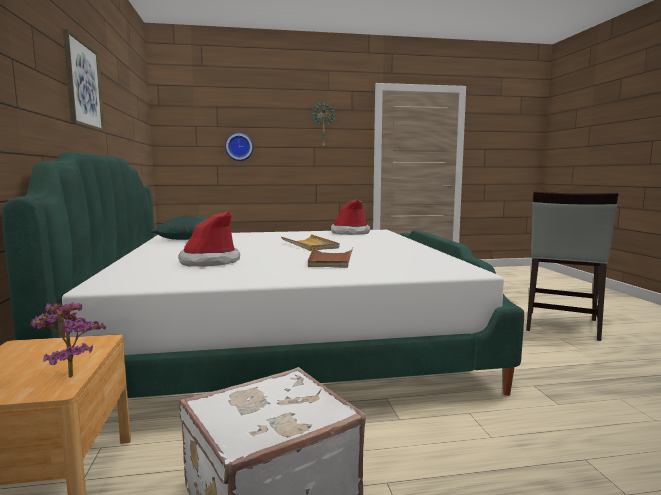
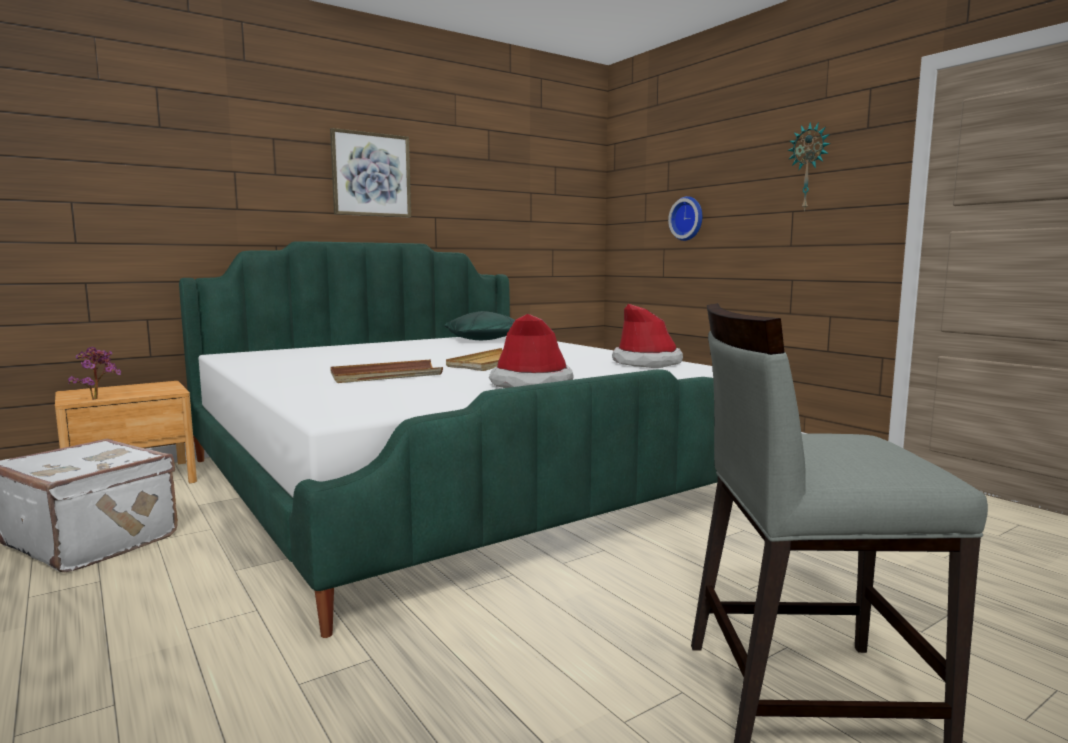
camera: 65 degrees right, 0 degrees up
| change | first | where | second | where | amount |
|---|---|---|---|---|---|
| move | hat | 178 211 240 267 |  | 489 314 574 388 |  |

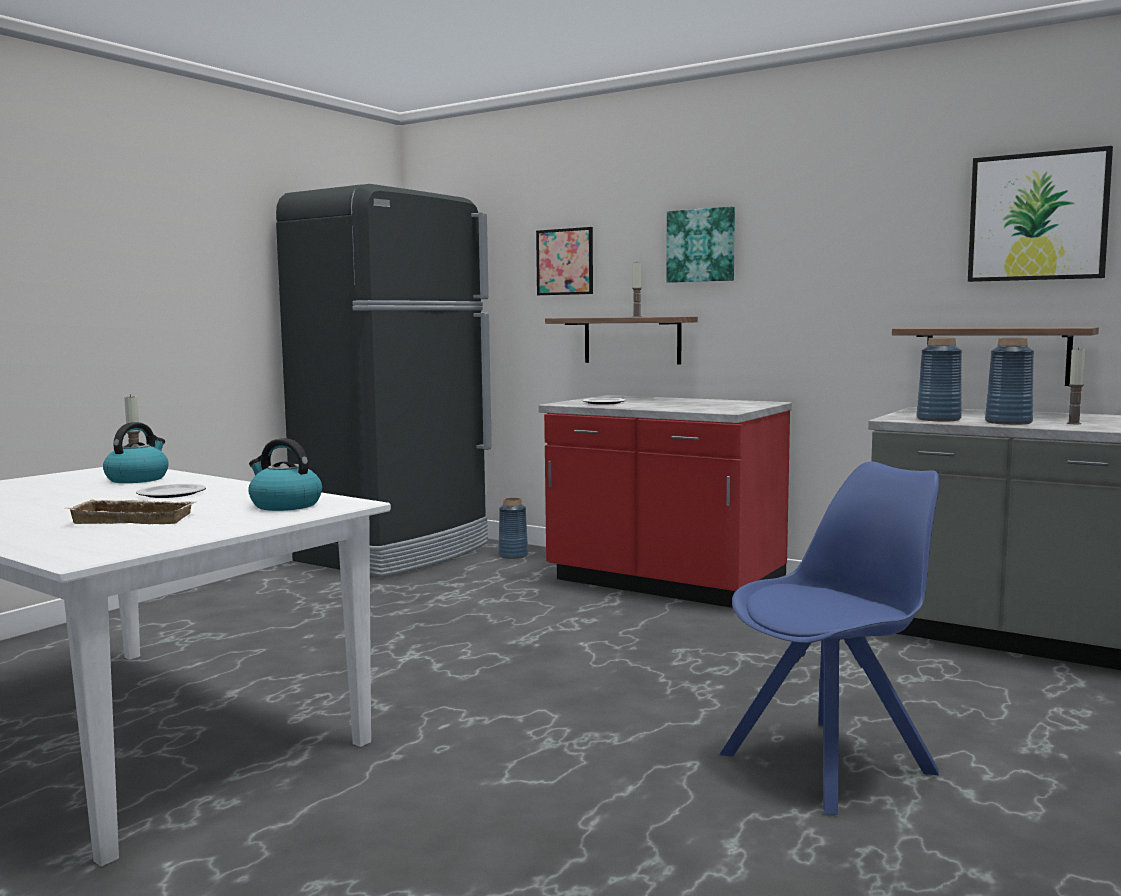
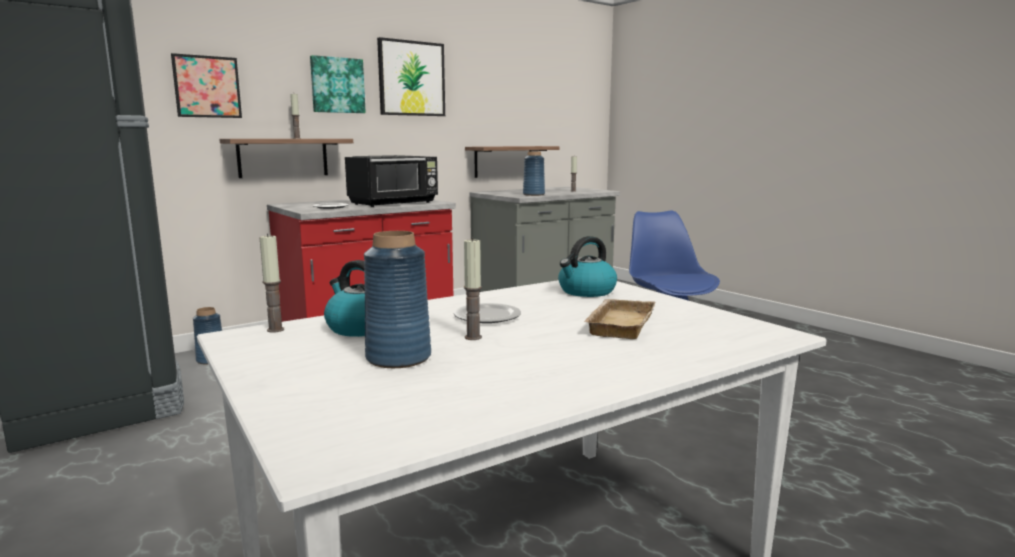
camera: 70 degrees left, 5 degrees up
| change | first | where | second | where | amount |
|---|---|---|---|---|---|
| move | wall art | 968 146 1113 282 |  | 377 37 445 116 |  |
| move | decorative vase (blue-coloured) | 985 338 1034 425 |  | 364 231 431 368 |  |
| insert |  |  | microwave oven (black) | 345 155 438 207 |  |
| insert |  |  | candle | 464 238 482 340 |  |

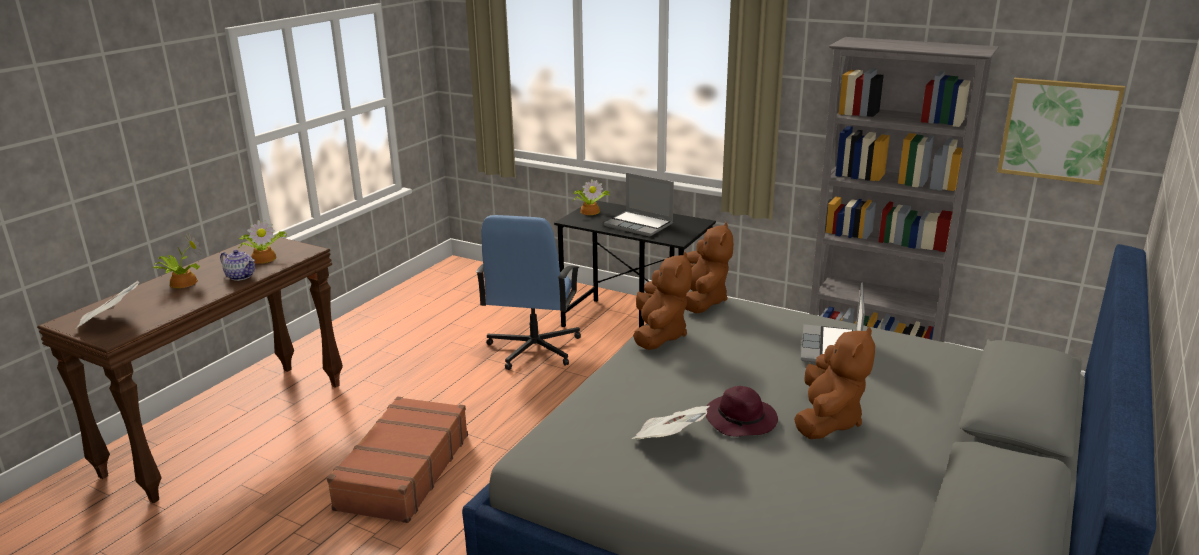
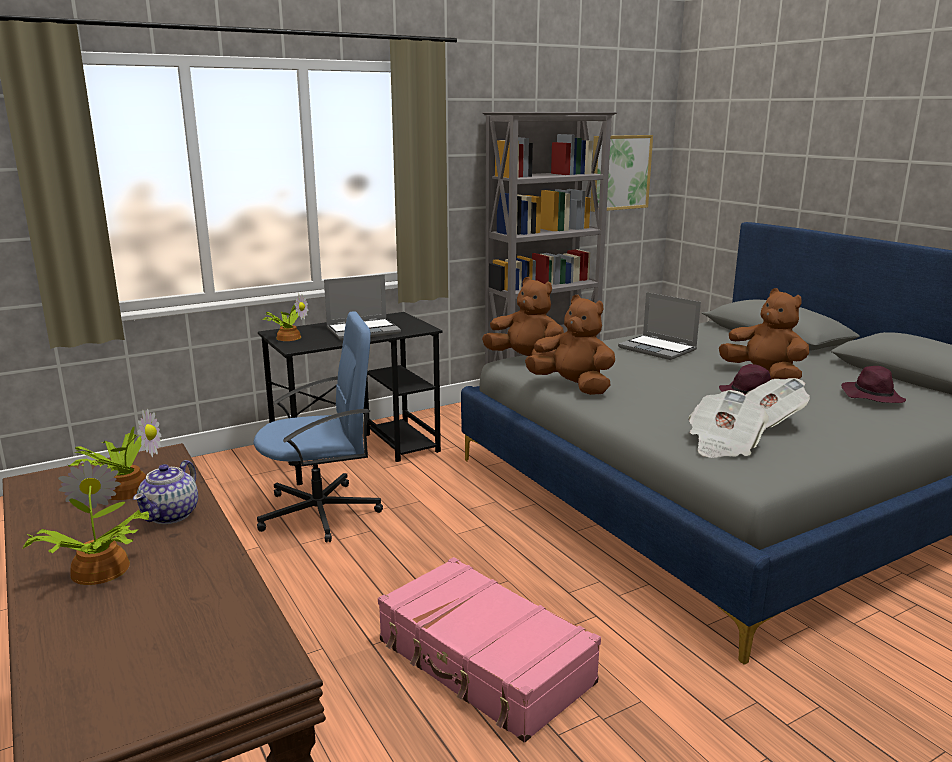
camera: 60 degrees left, 5 degrees down
| change | first | where | second | where | amount |
|---|---|---|---|---|---|
| rotate | desk chair (blue-coloured) | 476 215 581 370 |  | 253 311 383 542 | 60 degrees counterclockwise |
| rotate | teapot | 220 250 255 281 |  | 133 460 198 524 | 135 degrees clockwise |
| move | newspaper | 75 282 139 329 |  | 688 390 769 458 |  |
| recolor | suitcase (brown-coloured) | 327 396 468 523 | suitcase (pinkish) | 378 557 601 743 |  |
| insert |  |  | hat (purple-coloured) | 841 366 906 403 |  |

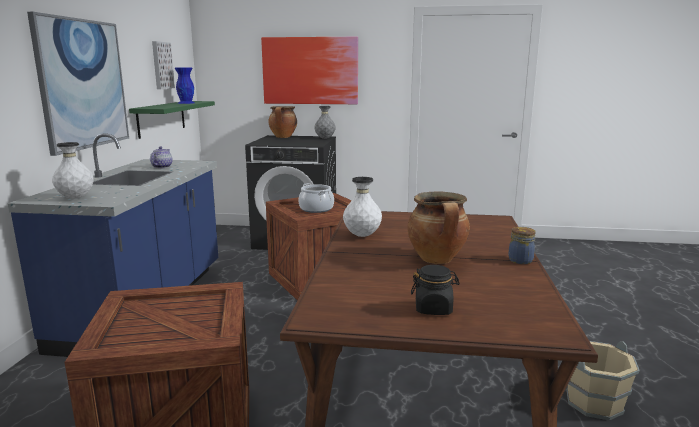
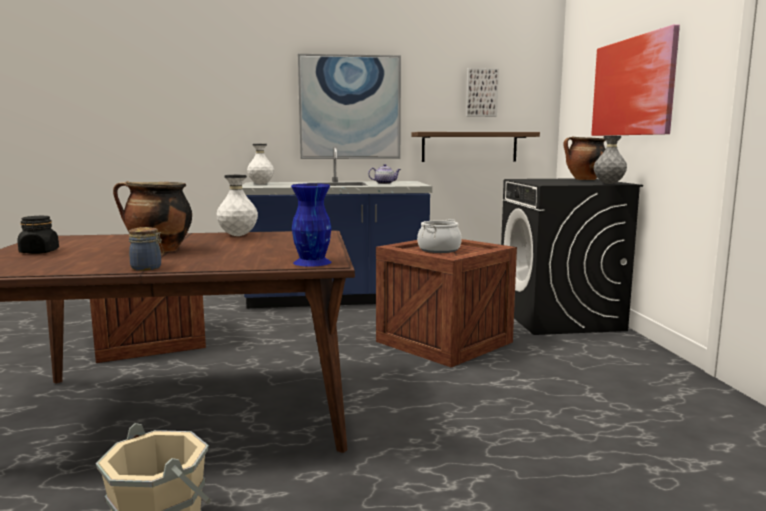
camera: 75 degrees right, 5 degrees down
| change | first | where | second | where | amount |
|---|---|---|---|---|---|
| move | decorative vase (blue-coloured) | 175 67 195 104 |  | 291 183 332 267 |  |
| recolor | wall shelf (greenish) | 129 101 215 139 | wall shelf (brown-coloured) | 411 132 540 162 |  |

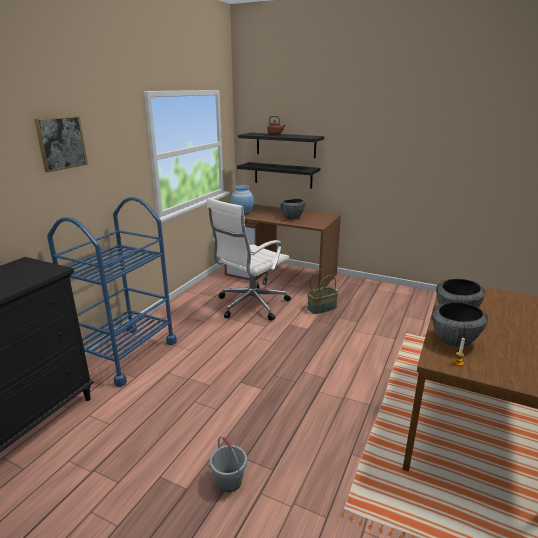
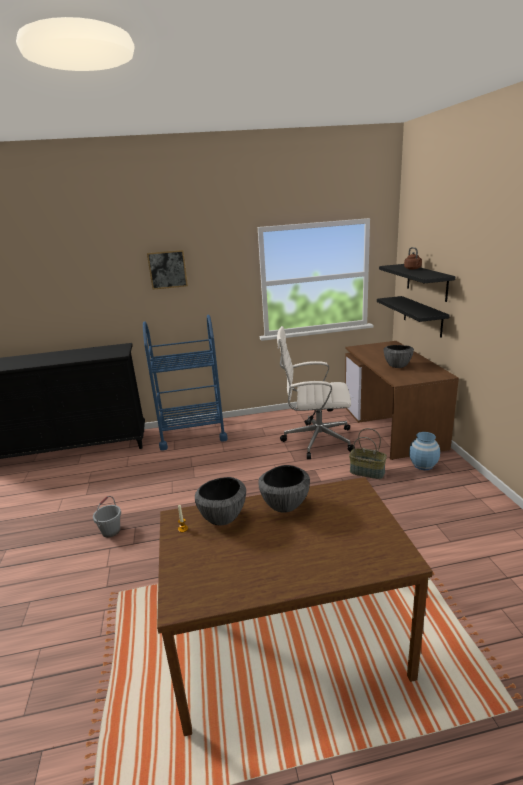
camera: 55 degrees right, 0 degrees up
| change | first | where | second | where | amount |
|---|---|---|---|---|---|
| move | decorative vase (blue-coloured) | 231 185 254 215 |  | 409 432 440 470 |  |

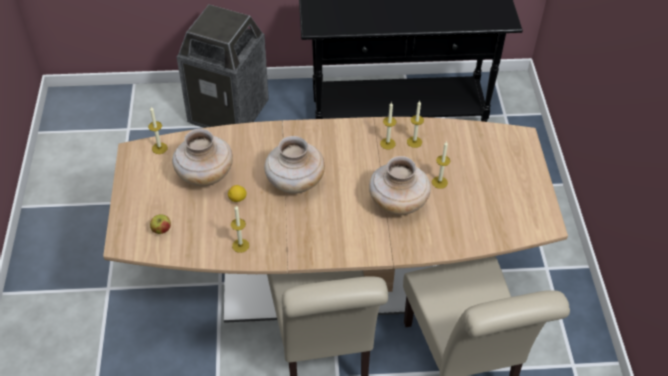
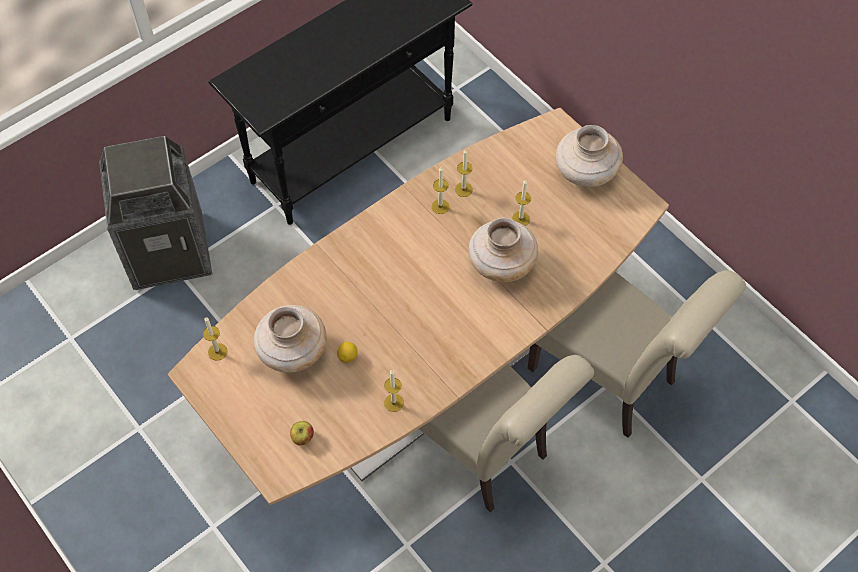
camera: 35 degrees left, 10 degrees up
| change | first | where | second | where | amount |
|---|---|---|---|---|---|
| move | decorative vase (beige-coloured) | 264 136 325 194 |  | 556 125 623 187 |  |

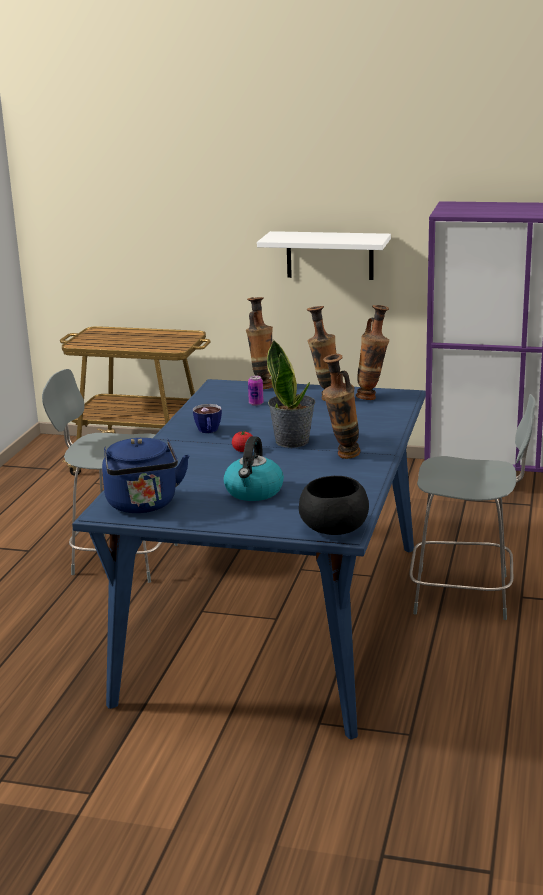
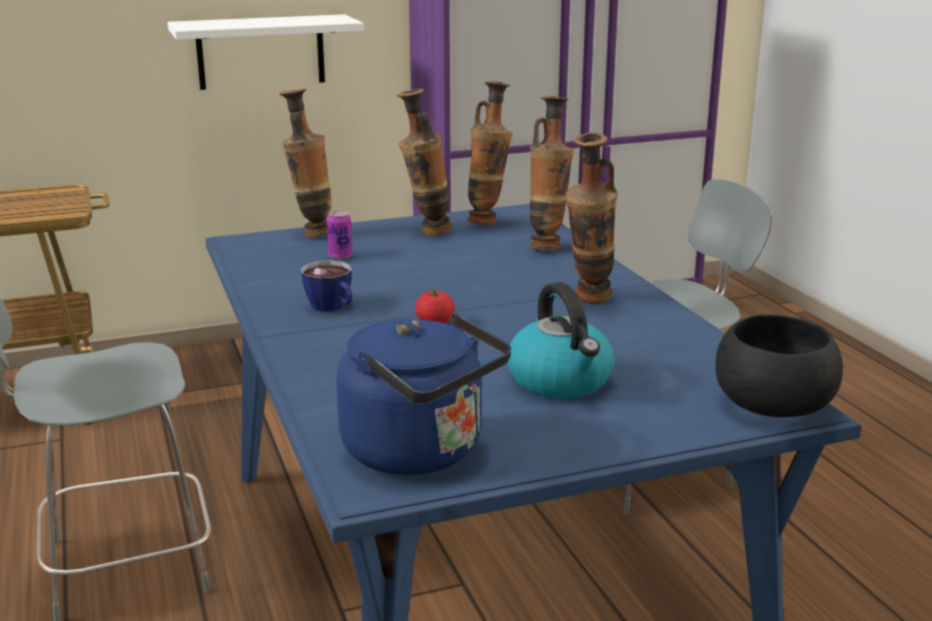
camera: 35 degrees left, 0 degrees up
| change | first | where | second | where | amount |
|---|---|---|---|---|---|
| delete | houseplant | 267 340 315 448 |  |  |  |
| insert |  |  | decorative vase | 529 96 574 250 |  |

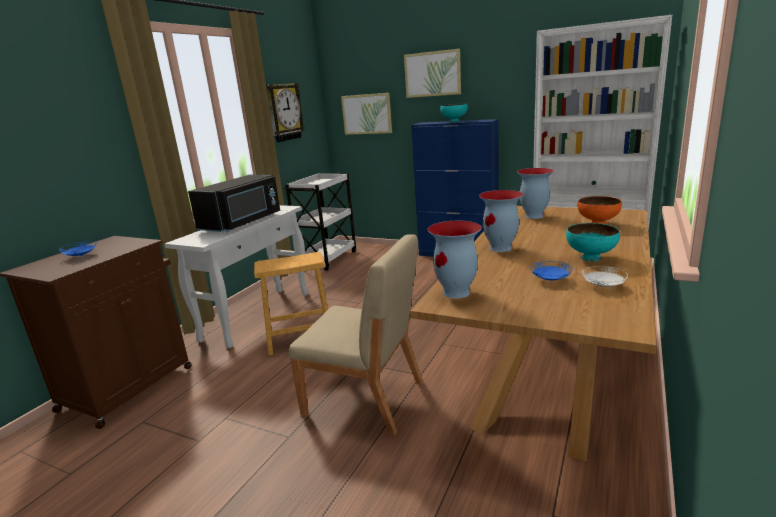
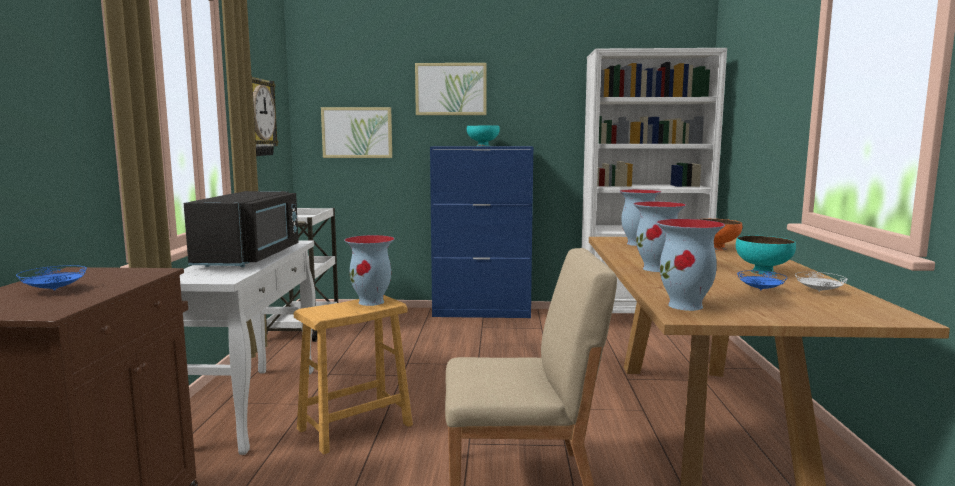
camera: 25 degrees left, 10 degrees down
| change | first | where | second | where | amount |
|---|---|---|---|---|---|
| insert |  |  | decorative vase | 344 235 394 306 |  |

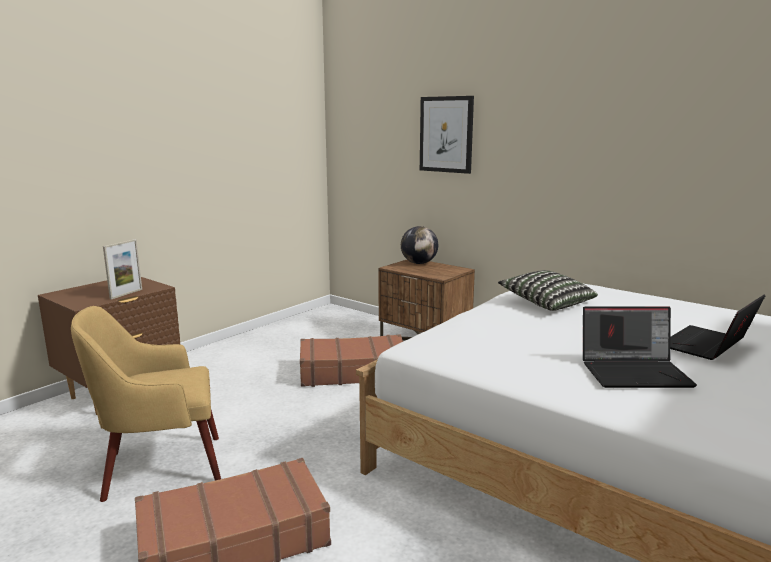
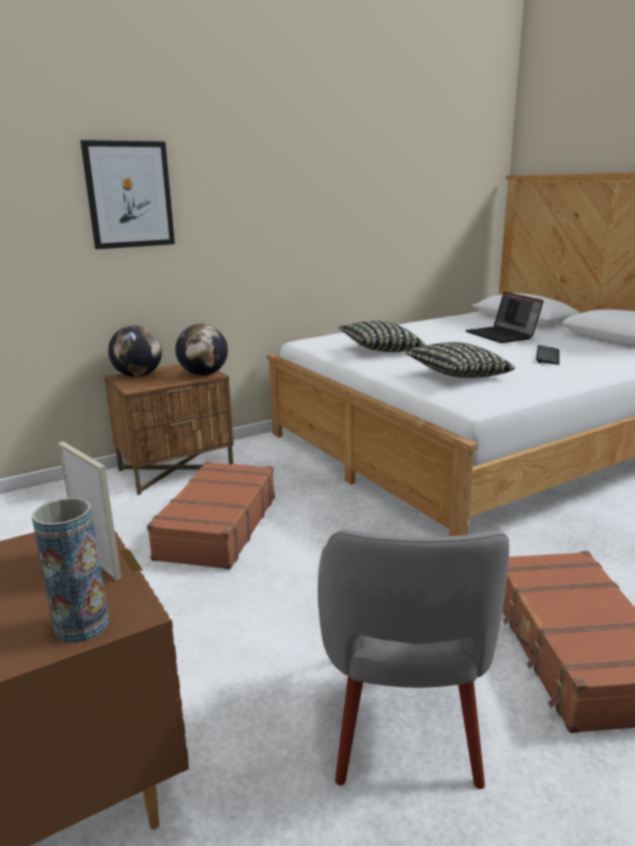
camera: 70 degrees left, 5 degrees up
| change | first | where | second | where | amount |
|---|---|---|---|---|---|
| recolor | easy chair (yellowish) | 71 306 221 502 | easy chair (grey) | 318 530 509 789 |  |
| replace | portable computer | 583 307 697 388 | keyboard | 536 345 560 365 |  |
| insert |  |  | world globe | 175 324 228 376 |  |
| insert |  |  | pillow | 404 342 515 378 |  |
| insert |  |  | decorative vase | 32 498 109 643 |  |

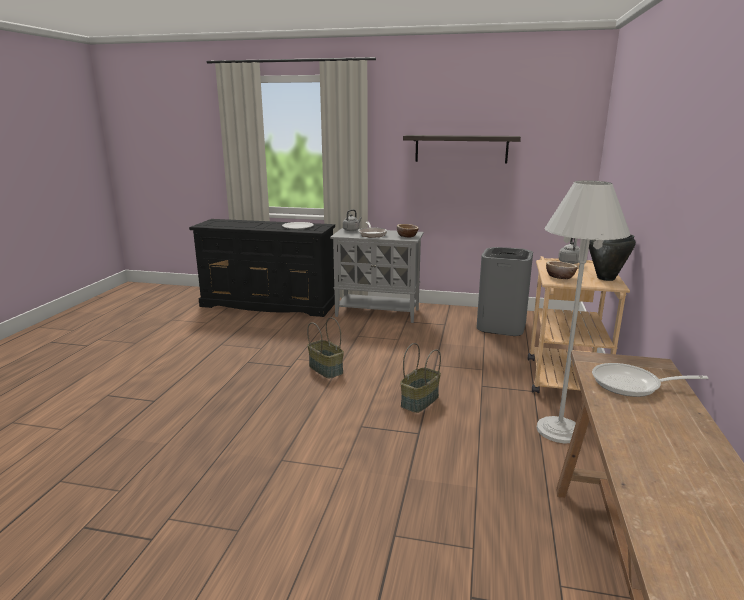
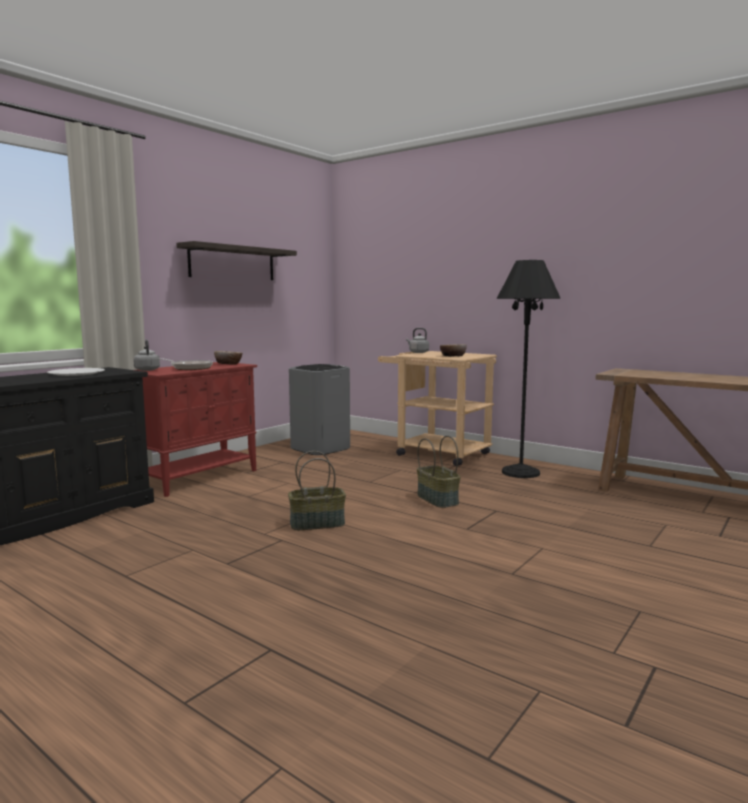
camera: 65 degrees left, 10 degrees down
| change | first | where | second | where | amount |
|---|---|---|---|---|---|
| recolor | floor lamp (whitish) | 536 181 631 444 | floor lamp (black) | 496 260 561 478 |  |
| recolor | storage cabinet (grey) | 330 228 424 323 | storage cabinet (red-coloured) | 136 362 257 497 |  |
| delete | saucepot (black) | 589 235 636 281 |  |  |  |
| delete | pan | 592 363 708 397 |  |  |  |

